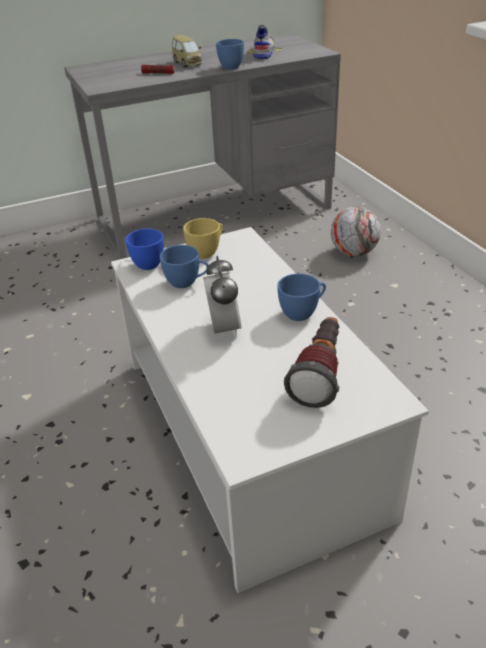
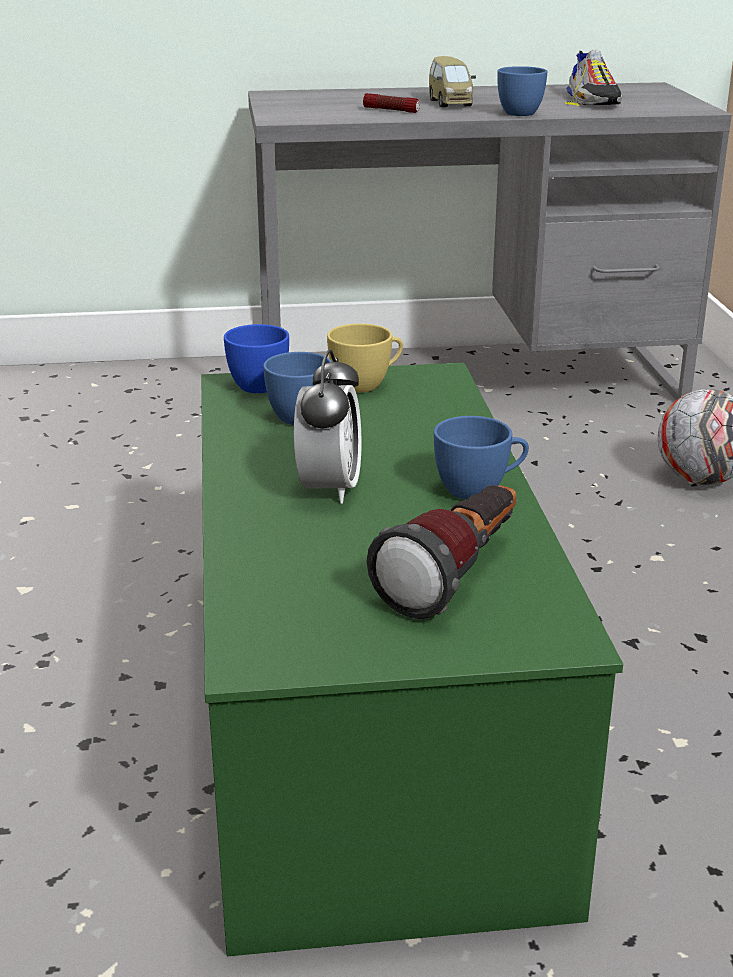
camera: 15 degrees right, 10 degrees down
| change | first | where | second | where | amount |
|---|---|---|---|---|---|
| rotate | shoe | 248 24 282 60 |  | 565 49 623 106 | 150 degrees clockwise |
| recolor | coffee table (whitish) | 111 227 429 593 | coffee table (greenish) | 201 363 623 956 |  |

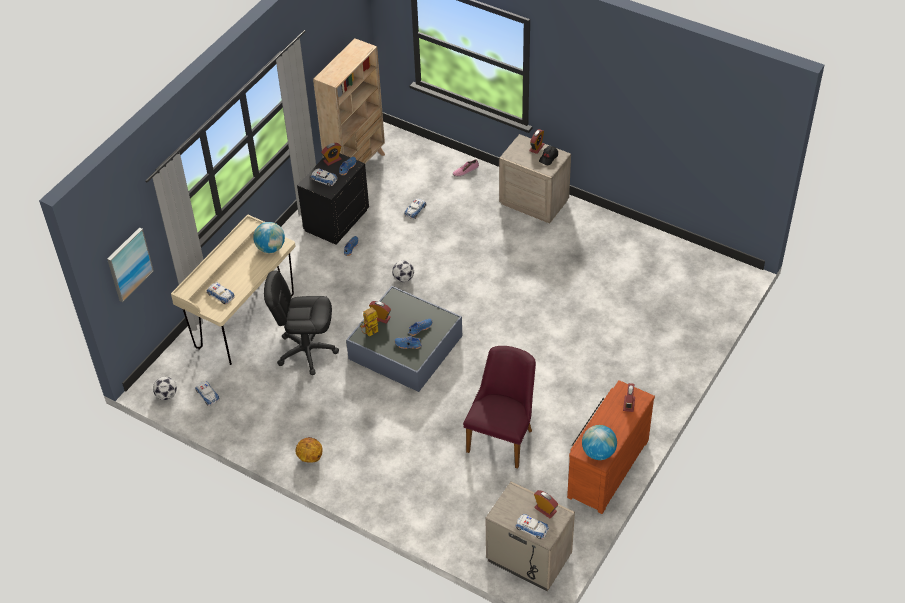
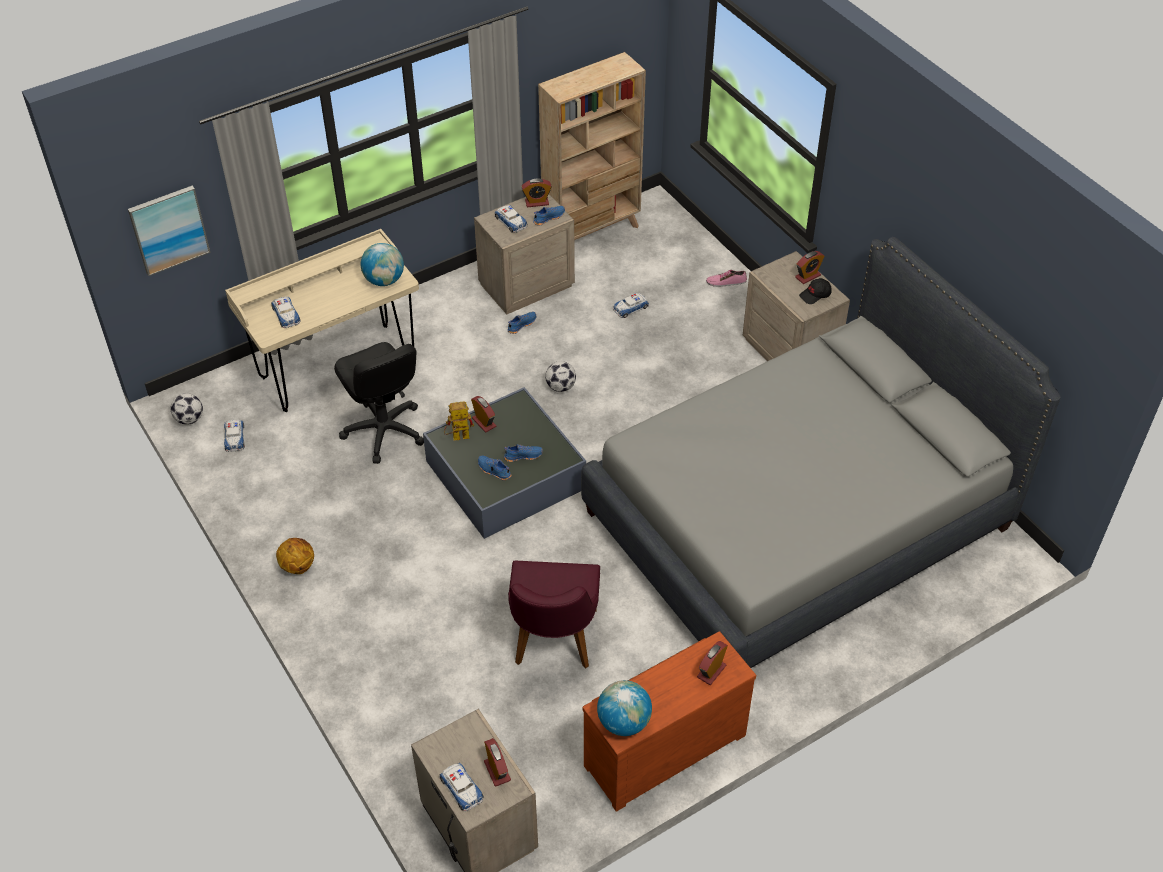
camera: 25 degrees right, 0 degrees up
| change | first | where | second | where | amount |
|---|---|---|---|---|---|
| recolor | nightstand (black) | 297 153 369 245 | nightstand (beige-coloured) | 474 194 575 315 |  |
| rotate | desk chair (black) | 264 270 339 375 |  | 334 342 424 464 | 150 degrees counterclockwise |
| rotate | chair (purple-coloured) | 463 346 536 469 |  | 508 561 600 669 | 135 degrees clockwise |
| insert |  |  | sleeping bed (grey) | 581 237 1061 668 |  |

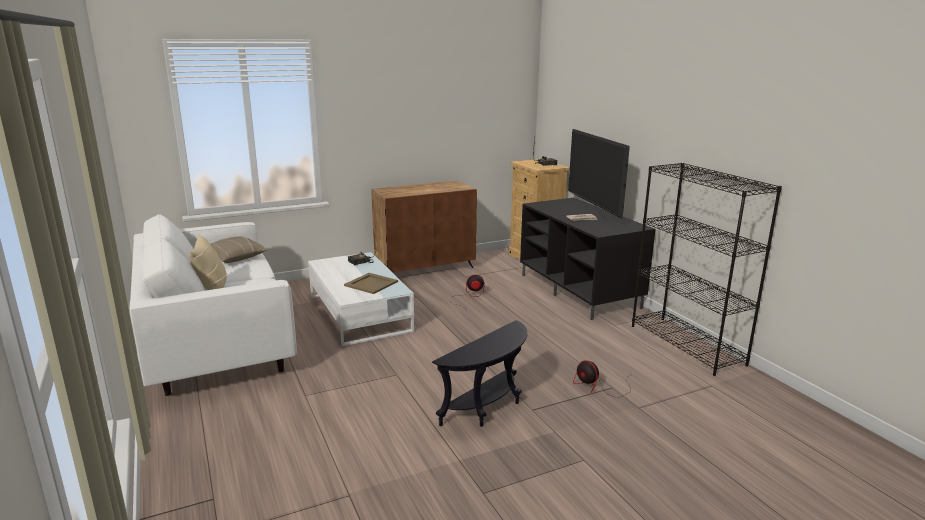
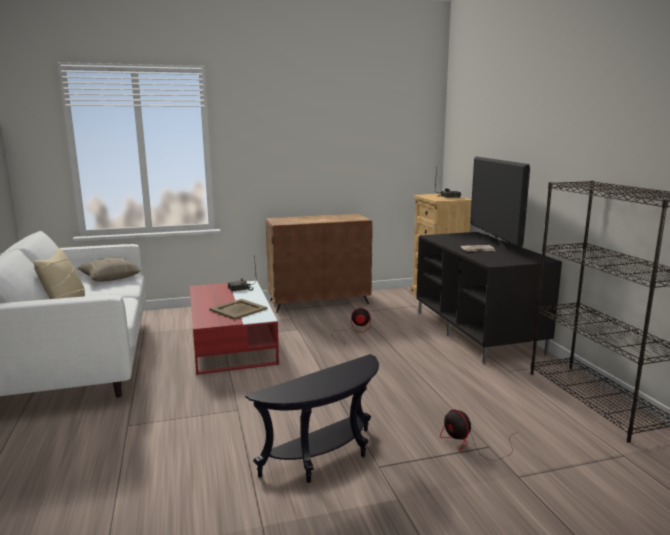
camera: 10 degrees right, 5 degrees down
| change | first | where | second | where | amount |
|---|---|---|---|---|---|
| recolor | coffee table (whitish) | 308 252 414 346 | coffee table (red-coloured) | 190 281 279 375 |  |

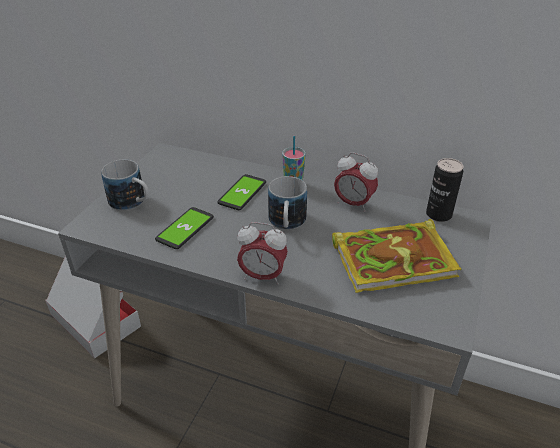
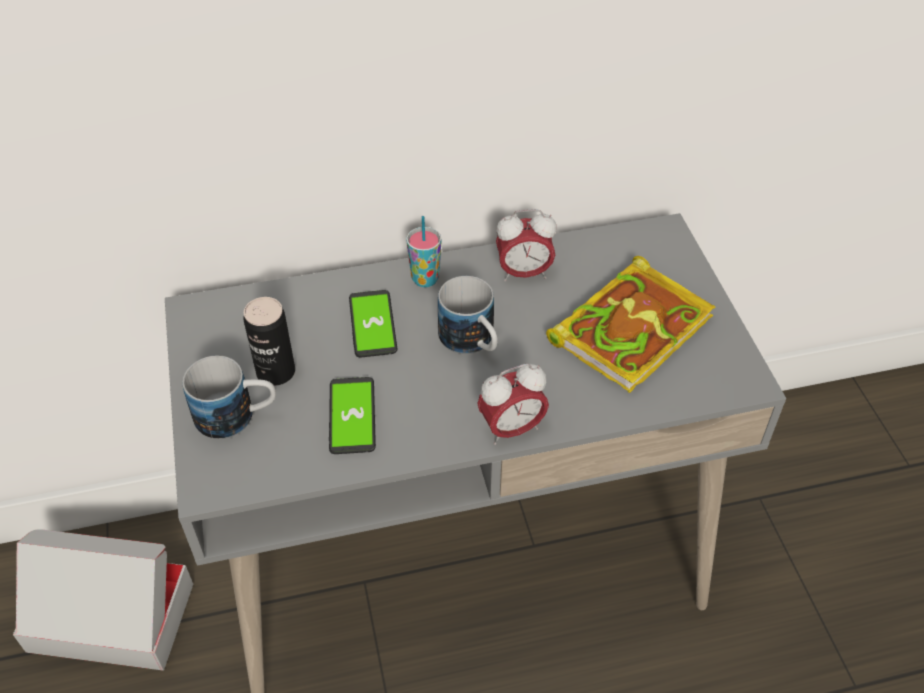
camera: 35 degrees left, 10 degrees up
| change | first | where | second | where | amount |
|---|---|---|---|---|---|
| move | metal can | 426 158 464 222 |  | 243 297 295 386 |  |

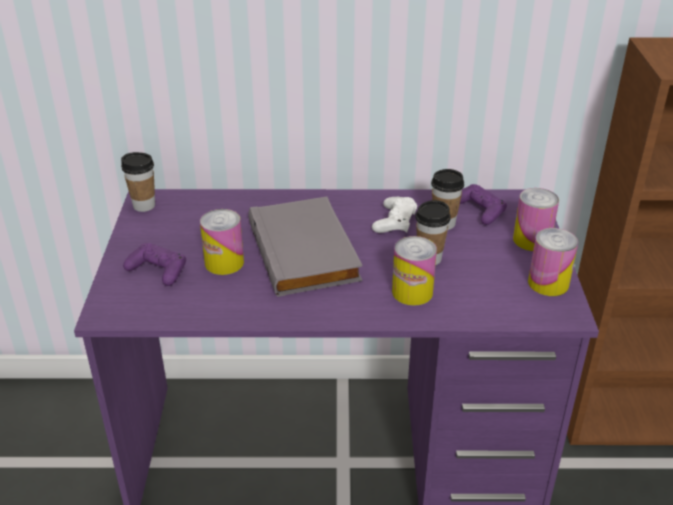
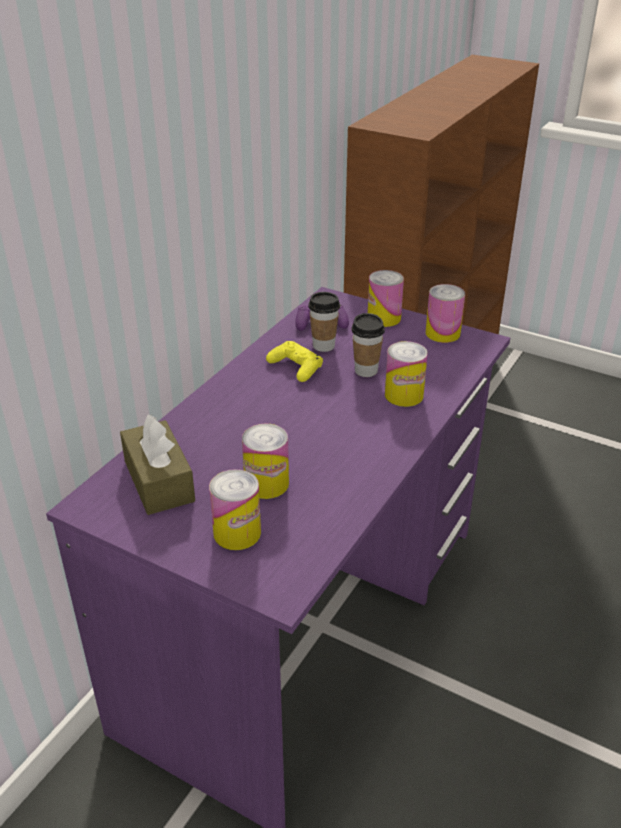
camera: 60 degrees left, 0 degrees up
| change | first | where | second | where | amount |
|---|---|---|---|---|---|
| delete | cup | 121 152 155 212 |  |  |  |
| delete | bound book (grey) | 248 196 362 297 |  |  |  |
| recolor | game controller (whitish) | 372 197 417 233 | game controller (yellowish) | 266 341 323 382 |  |
| replace | game controller (purple-coloured) | 123 243 186 286 | metal can | 209 469 261 550 |  |
| insert |  |  | tissue box (brown-coloured) | 120 415 195 515 |  |

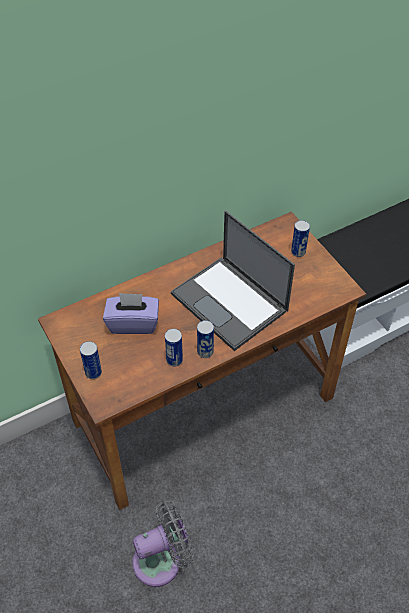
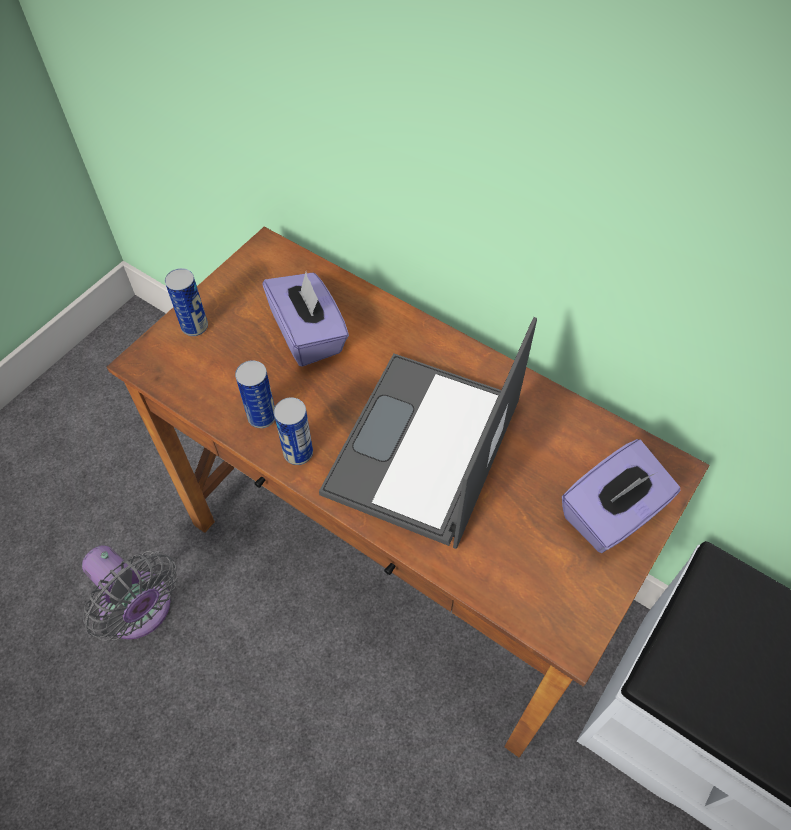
camera: 65 degrees right, 5 degrees up
| change | first | where | second | where | amount |
|---|---|---|---|---|---|
| replace | metal can | 291 220 310 257 | tissue box (purple-coloured) | 562 439 680 553 |  |

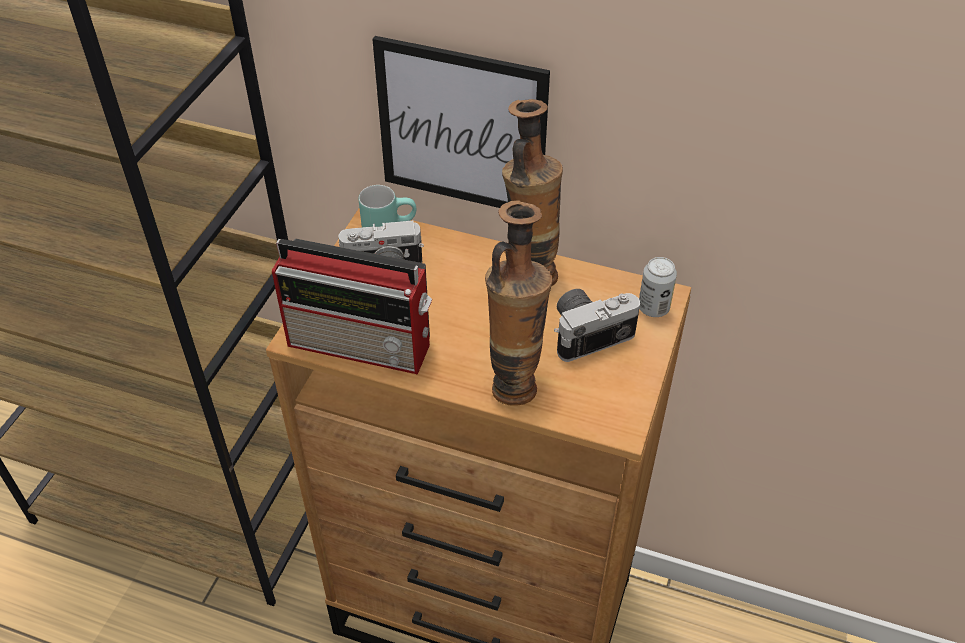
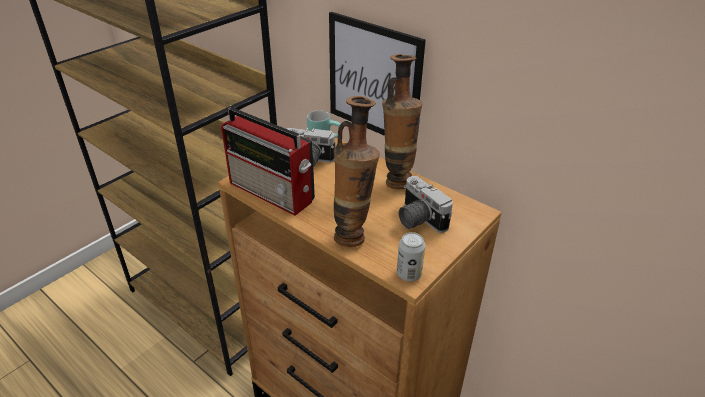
camera: 20 degrees right, 10 degrees down
| change | first | where | second | where | amount |
|---|---|---|---|---|---|
| move | metal can | 639 257 677 317 |  | 397 232 425 281 |  |
| rotate | still camera | 554 289 640 362 |  | 399 176 453 233 | 120 degrees counterclockwise |

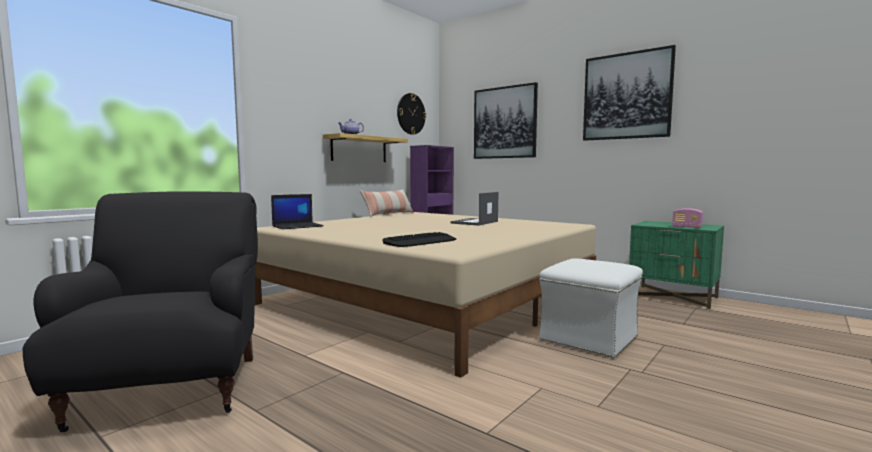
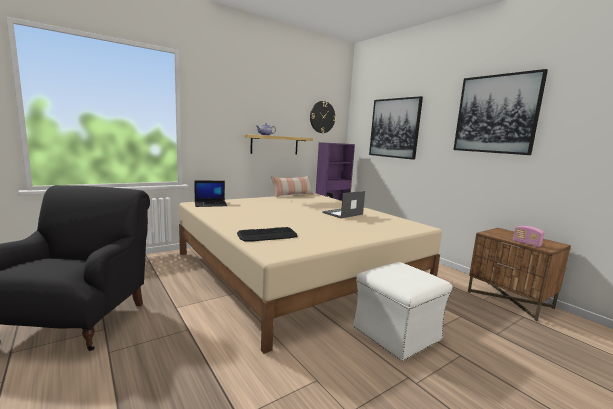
camera: 15 degrees right, 5 degrees up
| change | first | where | second | where | amount |
|---|---|---|---|---|---|
| recolor | nightstand (greenish) | 629 221 724 309 | nightstand (brown-coloured) | 468 228 571 322 |  |

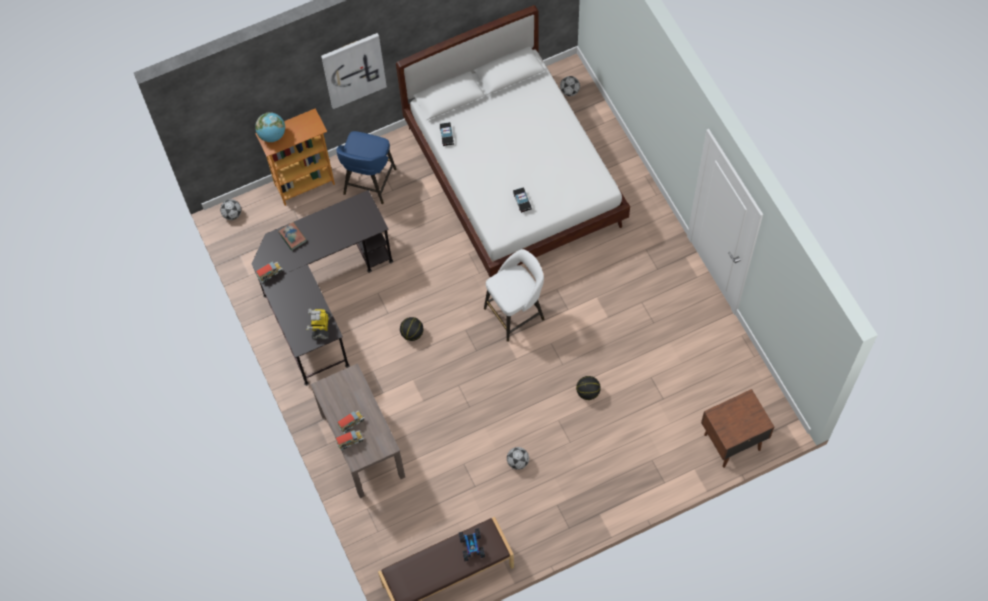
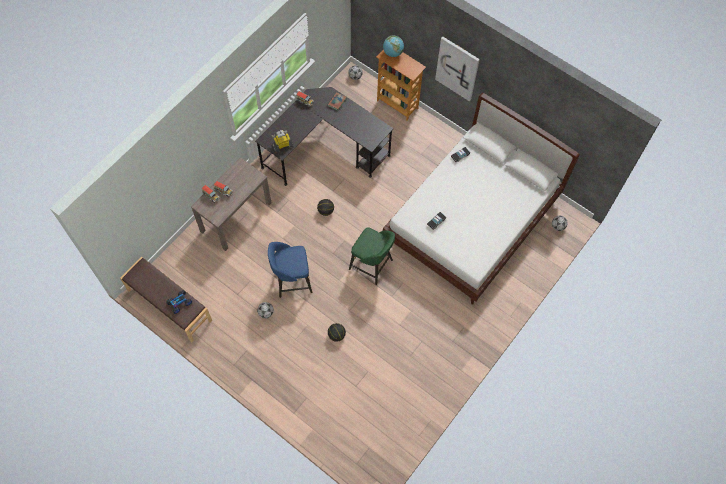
camera: 60 degrees right, 0 degrees up
| change | first | where | second | where | amount |
|---|---|---|---|---|---|
| move | sitting stool (blue-coloured) | 337 131 396 204 |  | 268 242 312 298 |  |
| recolor | sitting stool (whitish) | 484 249 544 342 | sitting stool (greenish) | 349 227 395 285 |  |
| delete | nightstand (brown-coloured) | 701 389 774 468 |  |  |  |

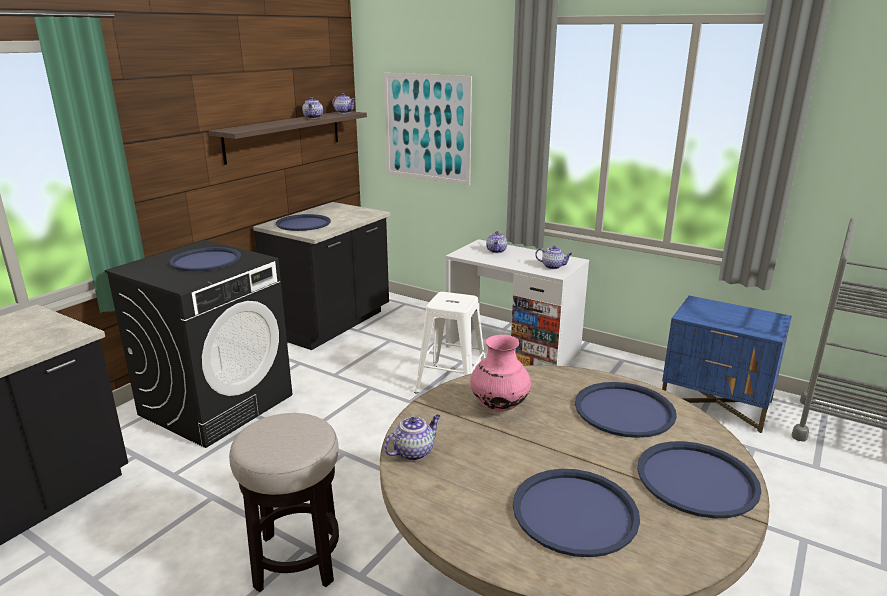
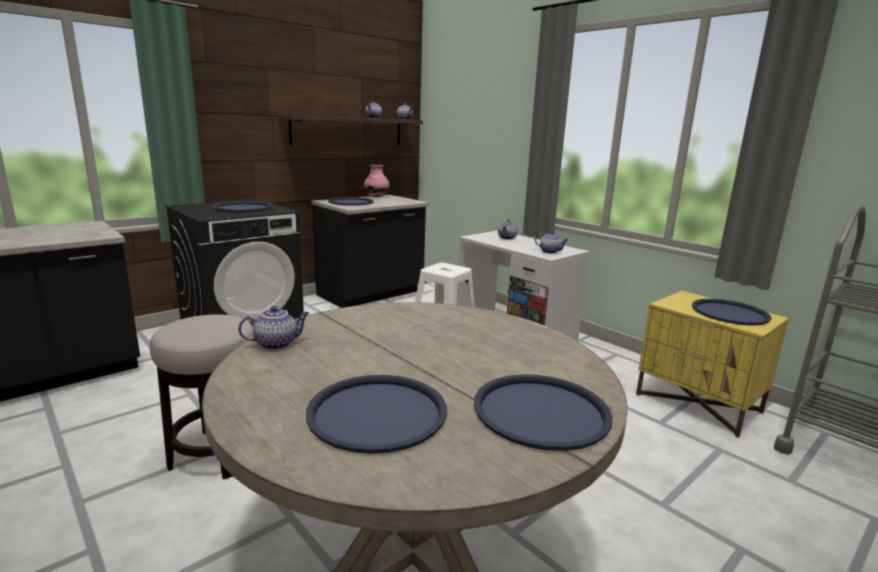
camera: 15 degrees right, 5 degrees down
| change | first | where | second | where | amount |
|---|---|---|---|---|---|
| delete | wall art | 383 73 472 185 |  |  |  |
| recolor | nightstand (blue-coloured) | 662 296 792 433 | nightstand (yellowish) | 636 291 789 438 |  |
| move | decorative vase (pinkish) | 470 335 531 411 |  | 364 165 390 197 |  |
| move | tray (blue-coloured) | 575 382 677 438 |  | 692 299 771 325 |  |

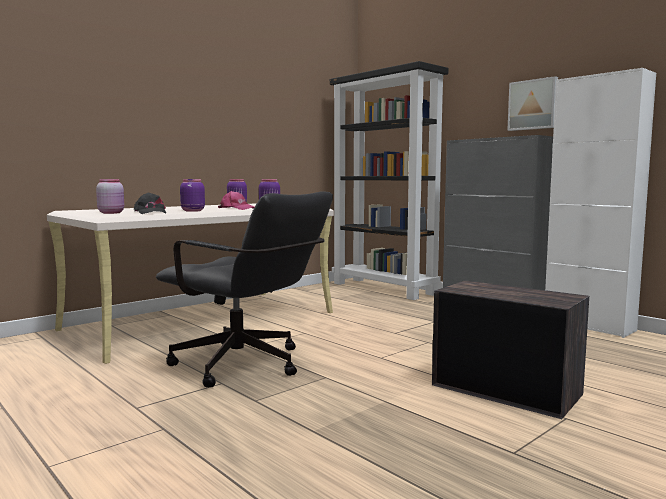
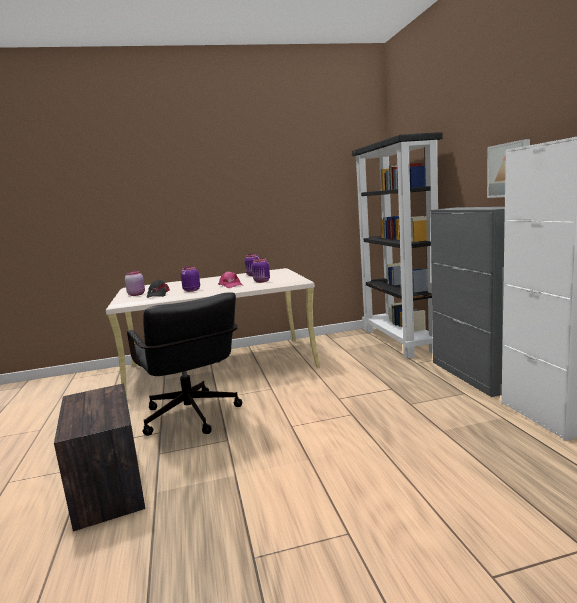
camera: 30 degrees right, 5 degrees up
| change | first | where | second | where | amount |
|---|---|---|---|---|---|
| move | shipping crate | 432 280 589 419 |  | 54 383 145 531 |  |

